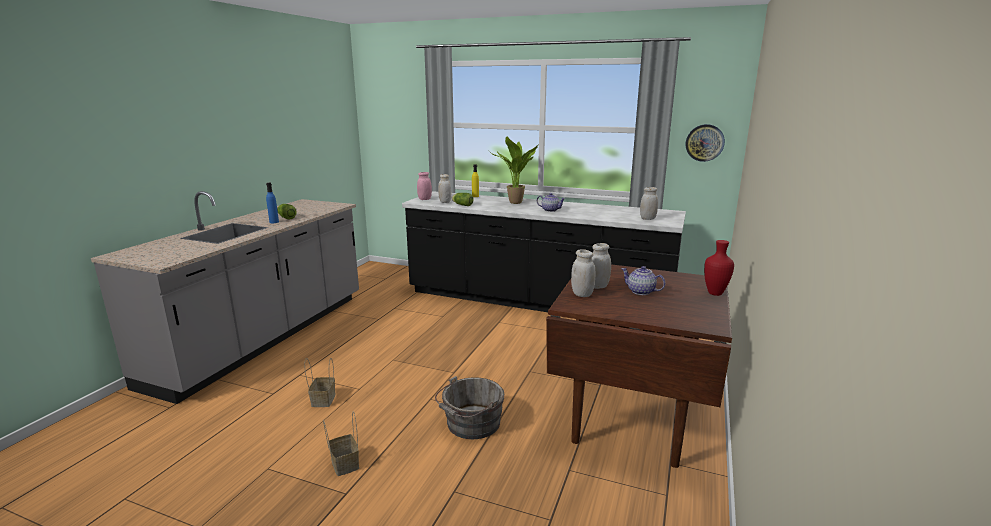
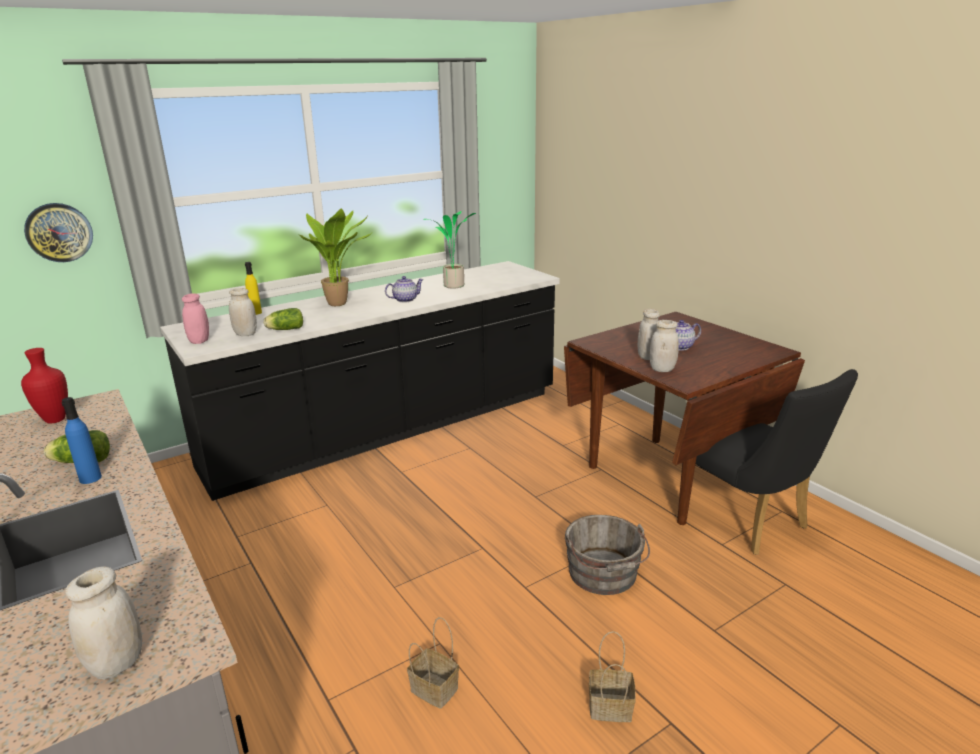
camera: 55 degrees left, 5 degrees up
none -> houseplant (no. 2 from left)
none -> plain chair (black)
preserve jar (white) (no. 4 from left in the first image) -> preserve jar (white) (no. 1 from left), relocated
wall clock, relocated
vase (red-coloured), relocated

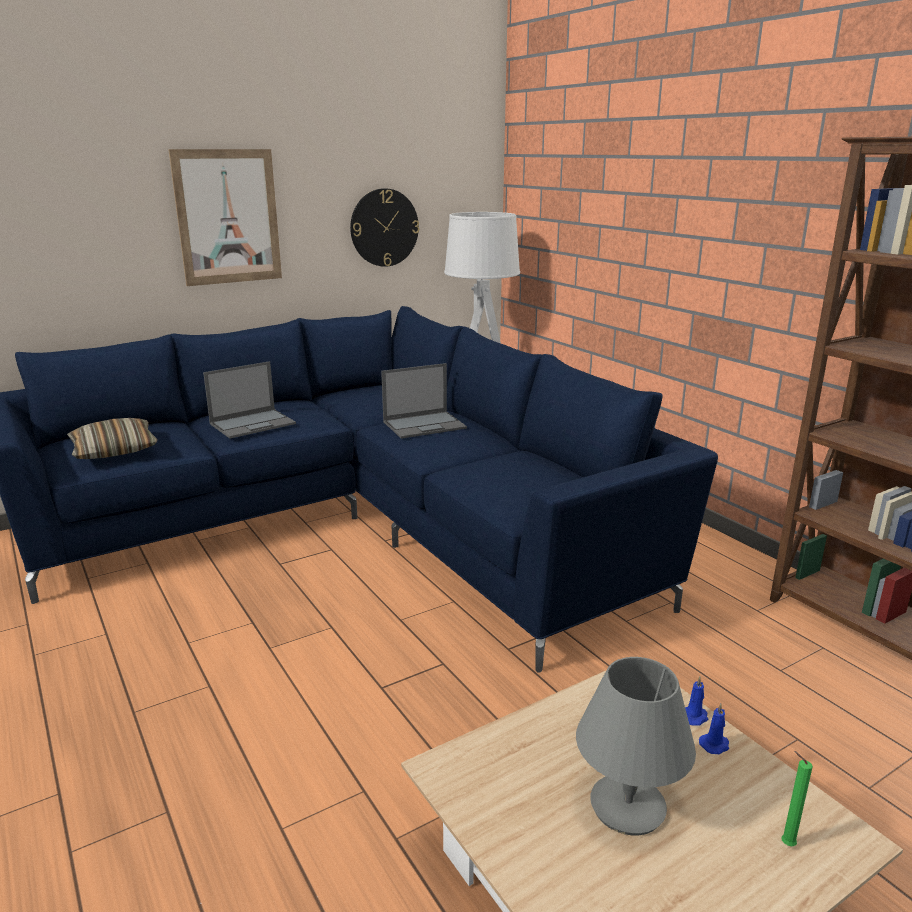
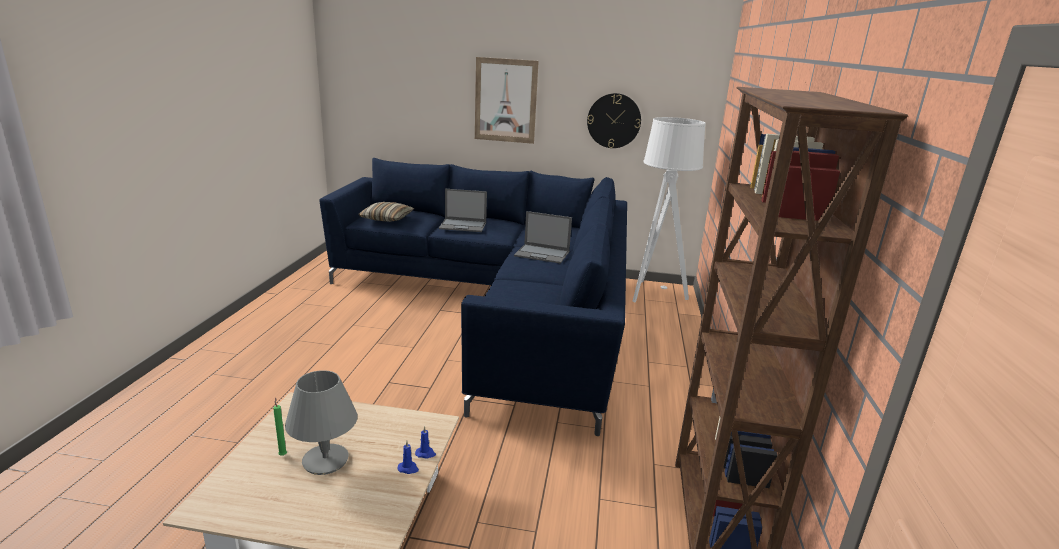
camera: 40 degrees right, 0 degrees up
candle (greenish), relocated

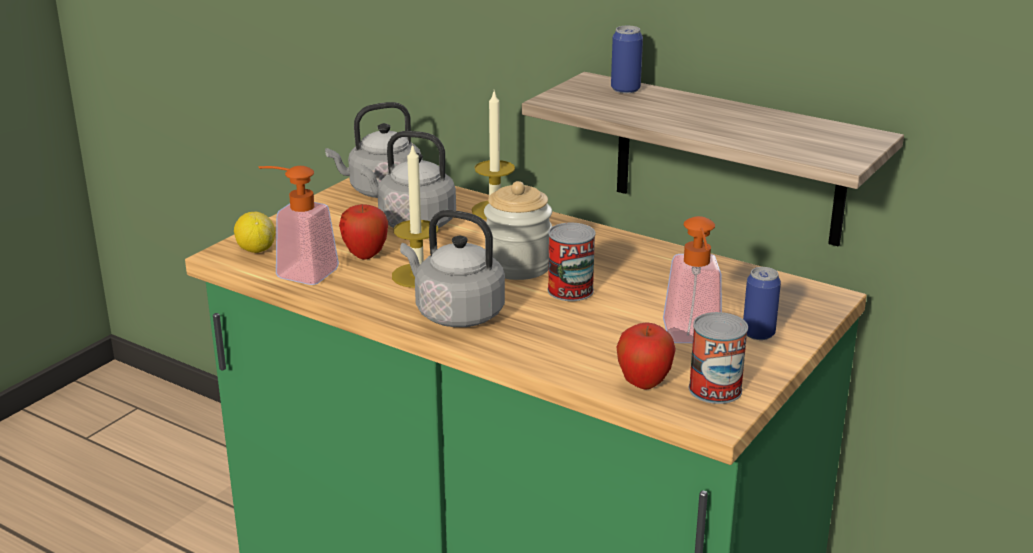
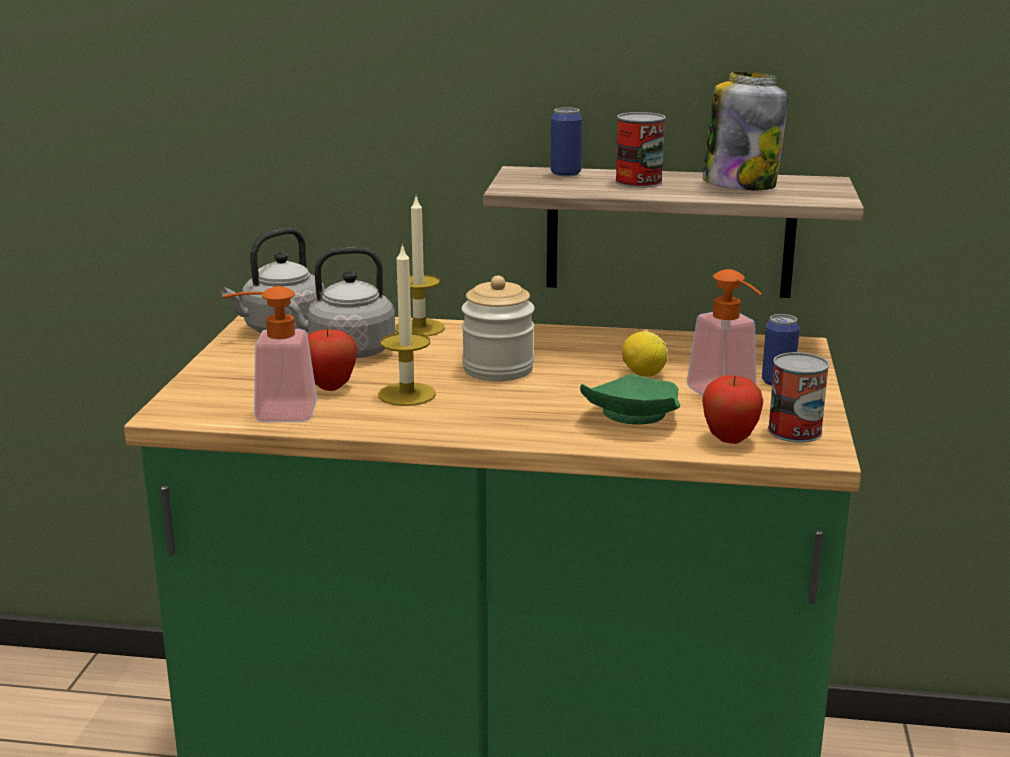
camera: 25 degrees left, 5 degrees down
tea kettle (gray) (no. 3 from left) -> none
none -> plate (greenish)
none -> preserve jar (no. 2 from left)
lemon, relocated
can (no. 1 from left in the first image) -> can (no. 2 from left), relocated

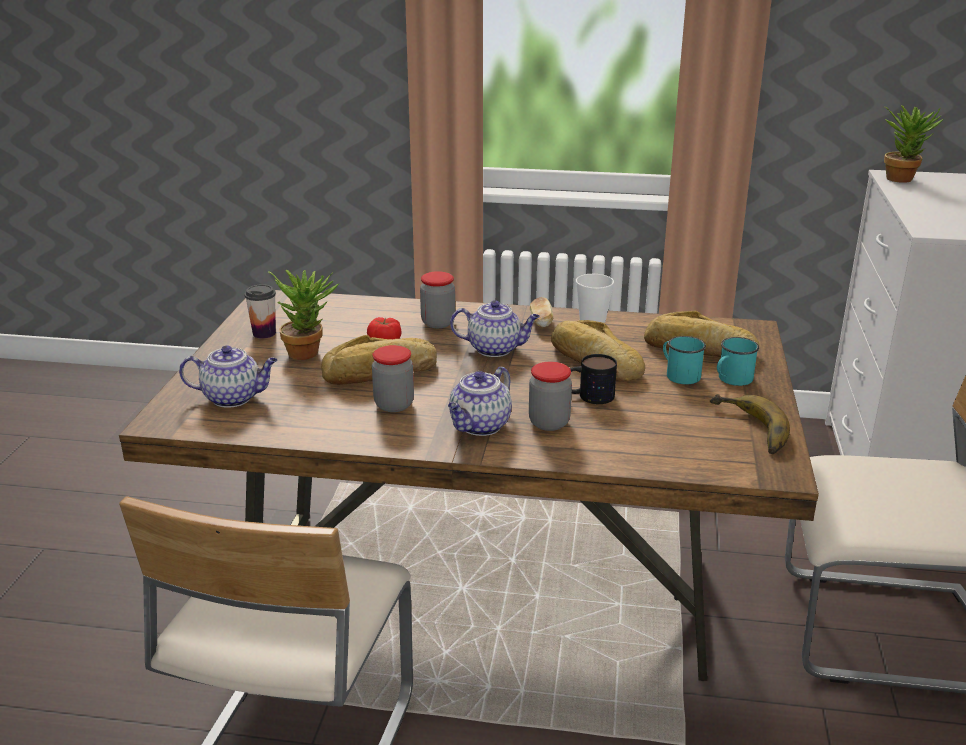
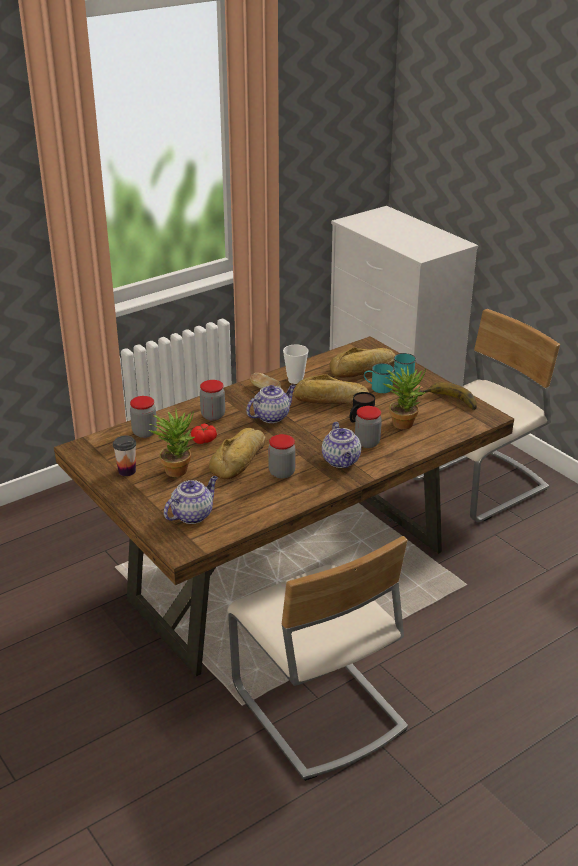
camera: 45 degrees left, 5 degrees up
none -> preserve jar (no. 1 from left)
houseplant (no. 2 from left), relocated

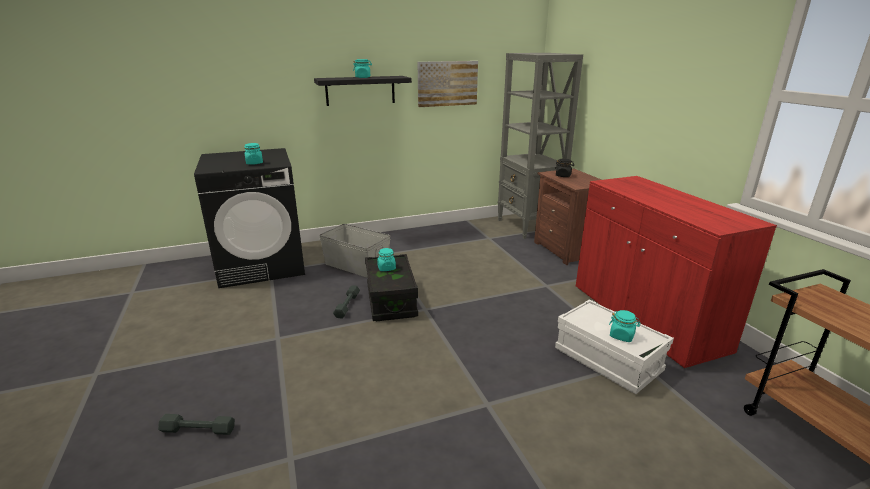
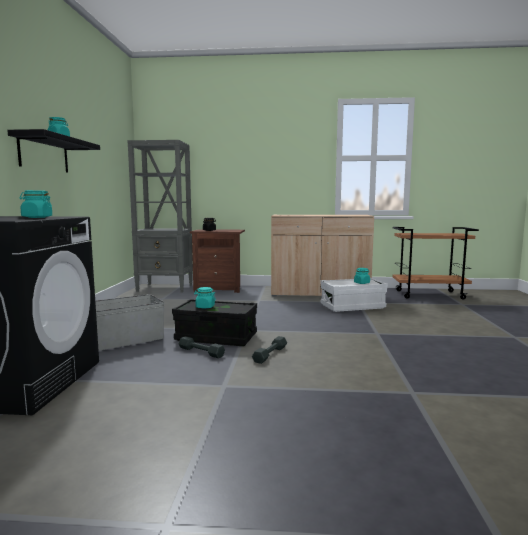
camera: 65 degrees left, 15 degrees down
wall picture -> none
dumbbell (gray) (no. 1 from left in the first image) -> dumbbell (gray) (no. 2 from left), relocated
cupboard (red-coloured) -> cupboard (beige-coloured)

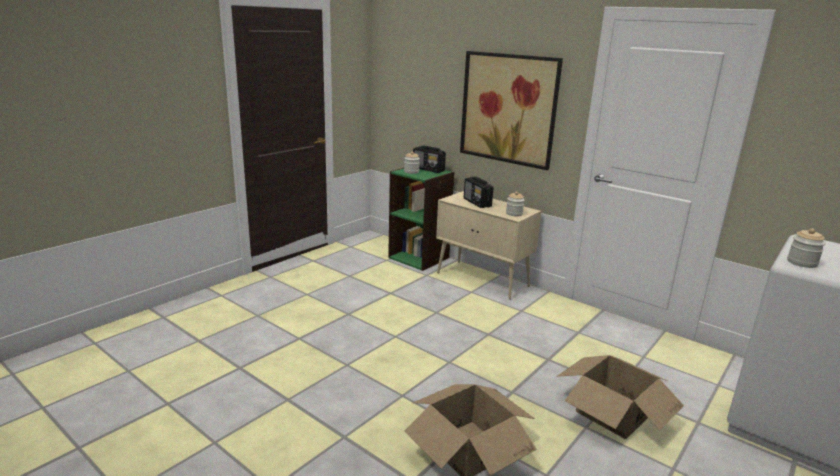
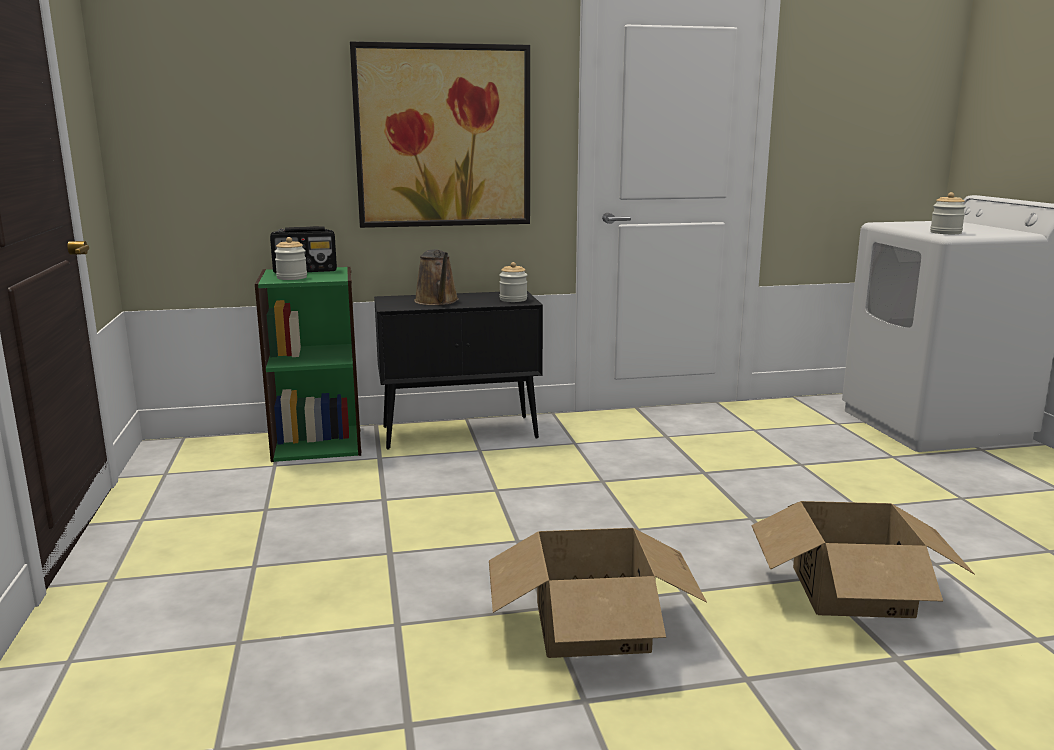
camera: 50 degrees left, 5 degrees down
cardboard box (no. 2 from left in the first image) -> cardboard box (no. 1 from left), relocated
radio receiver (no. 2 from left) -> watering pot (brown)
cupboard (beige-coloured) -> cupboard (black)

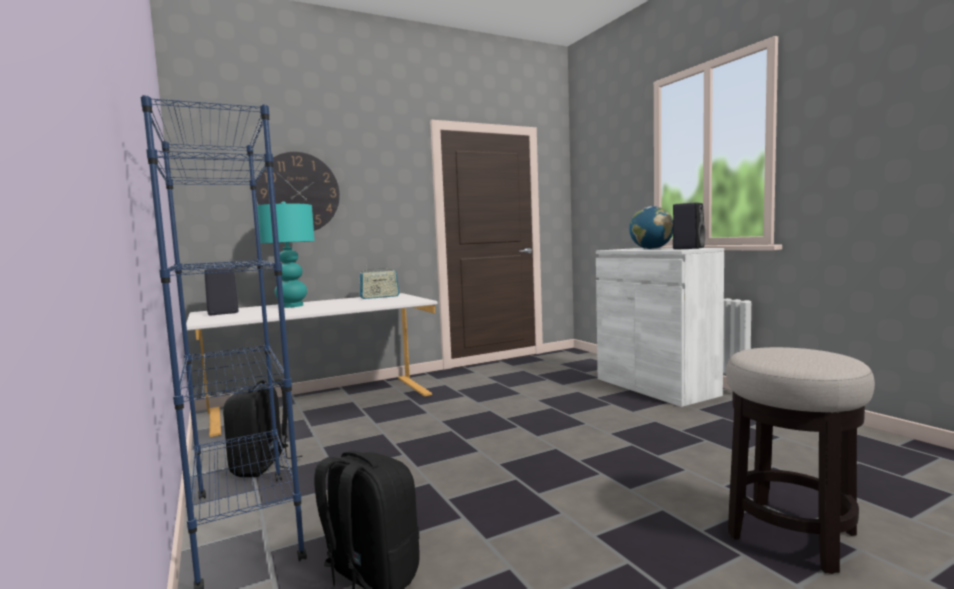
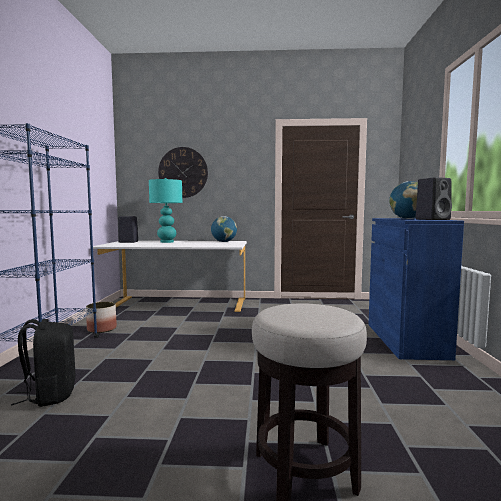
camera: 30 degrees right, 0 degrees up
backpack (black) (no. 1 from left) -> planter
radio receiver -> globe (no. 1 from left)
cupboard (white) -> cupboard (blue-coloured)

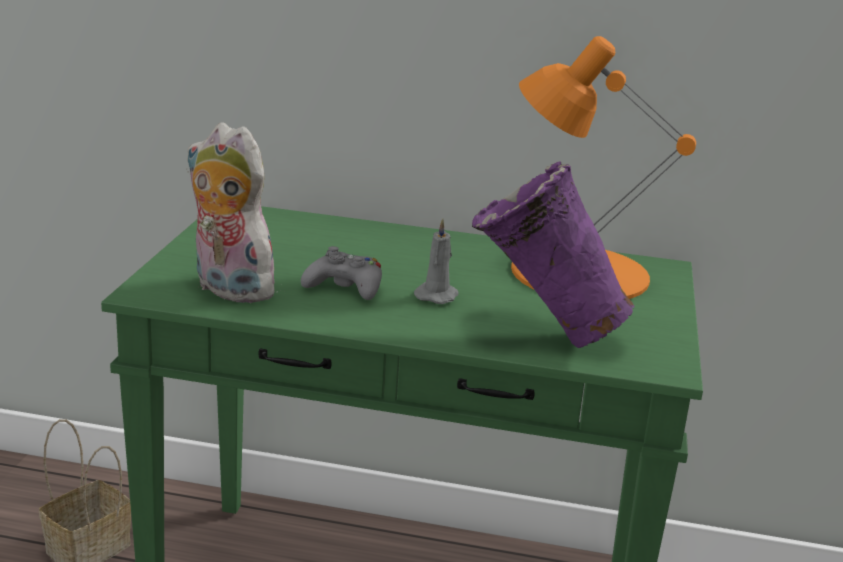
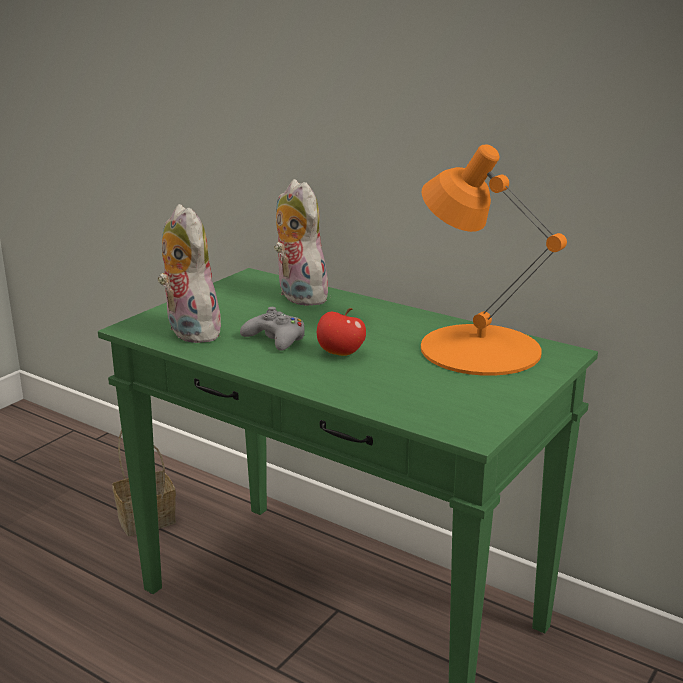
camera: 25 degrees right, 0 degrees up
vase (purplish) -> none
none -> soft toy (no. 2 from left)
candle (gray) -> whole apple

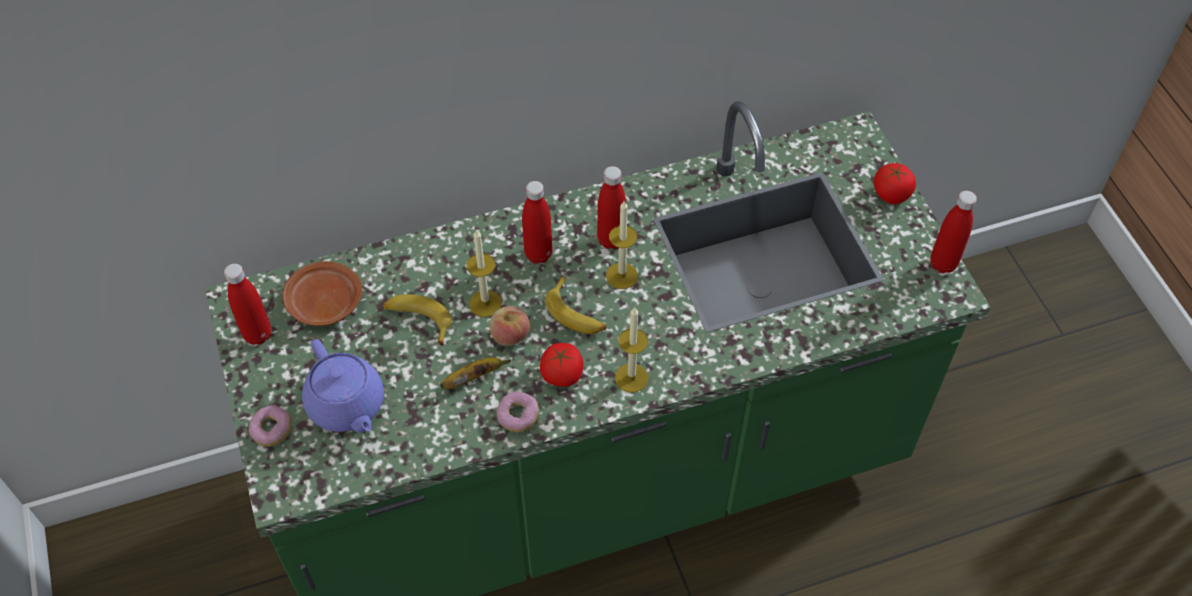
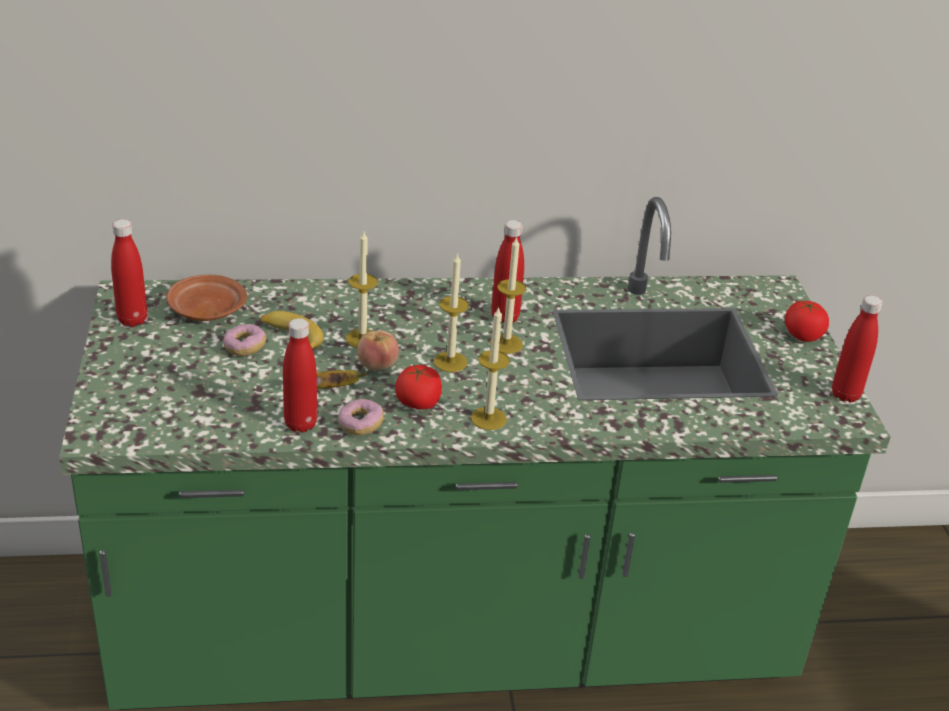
camera: 10 degrees right, 20 degrees down
tea pot (purplish) -> none
donut (no. 1 from left), relocated
drink bottle (red-coloured) (no. 2 from left), relocated
whole banana (no. 3 from left) -> candle (no. 2 from left)

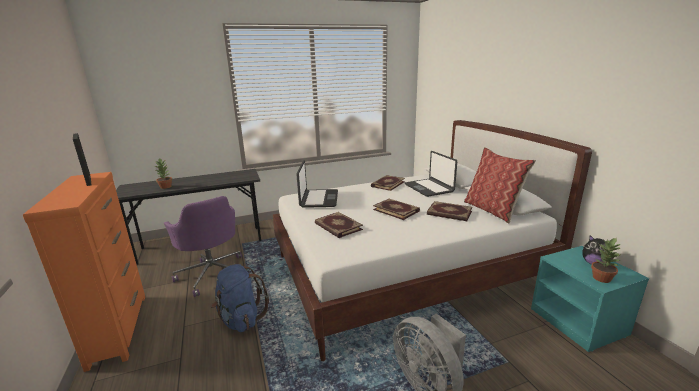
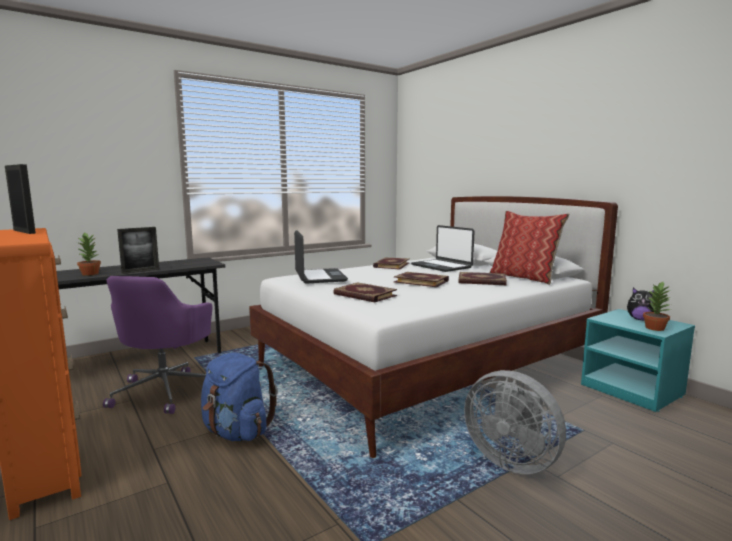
camera: 15 degrees left, 10 degrees down
none -> standing frame (no. 2 from left)
desk chair (purplish), 60 degrees clockwise

